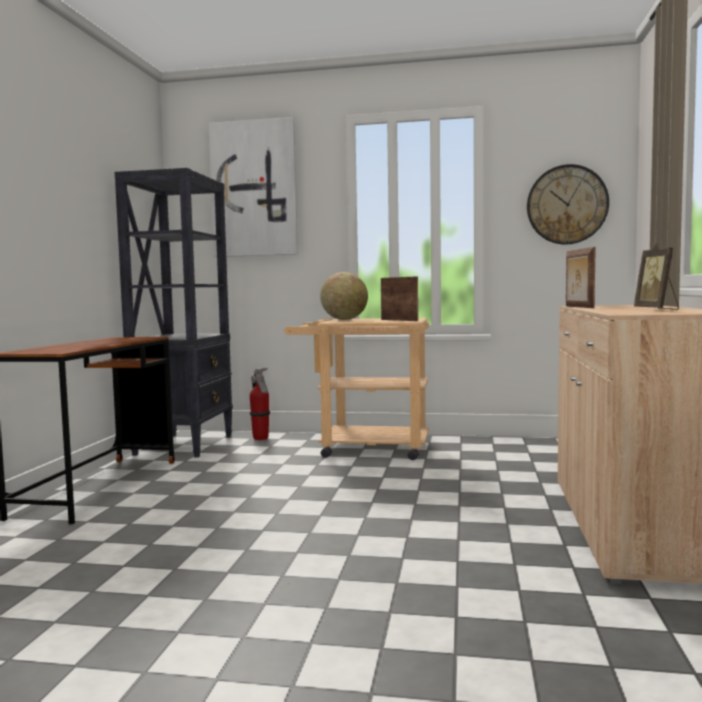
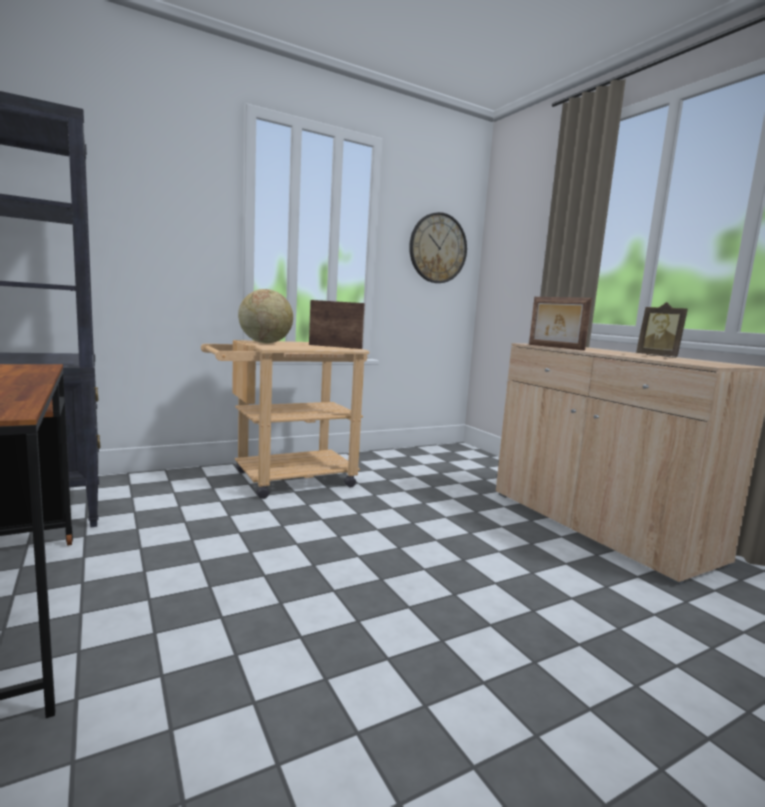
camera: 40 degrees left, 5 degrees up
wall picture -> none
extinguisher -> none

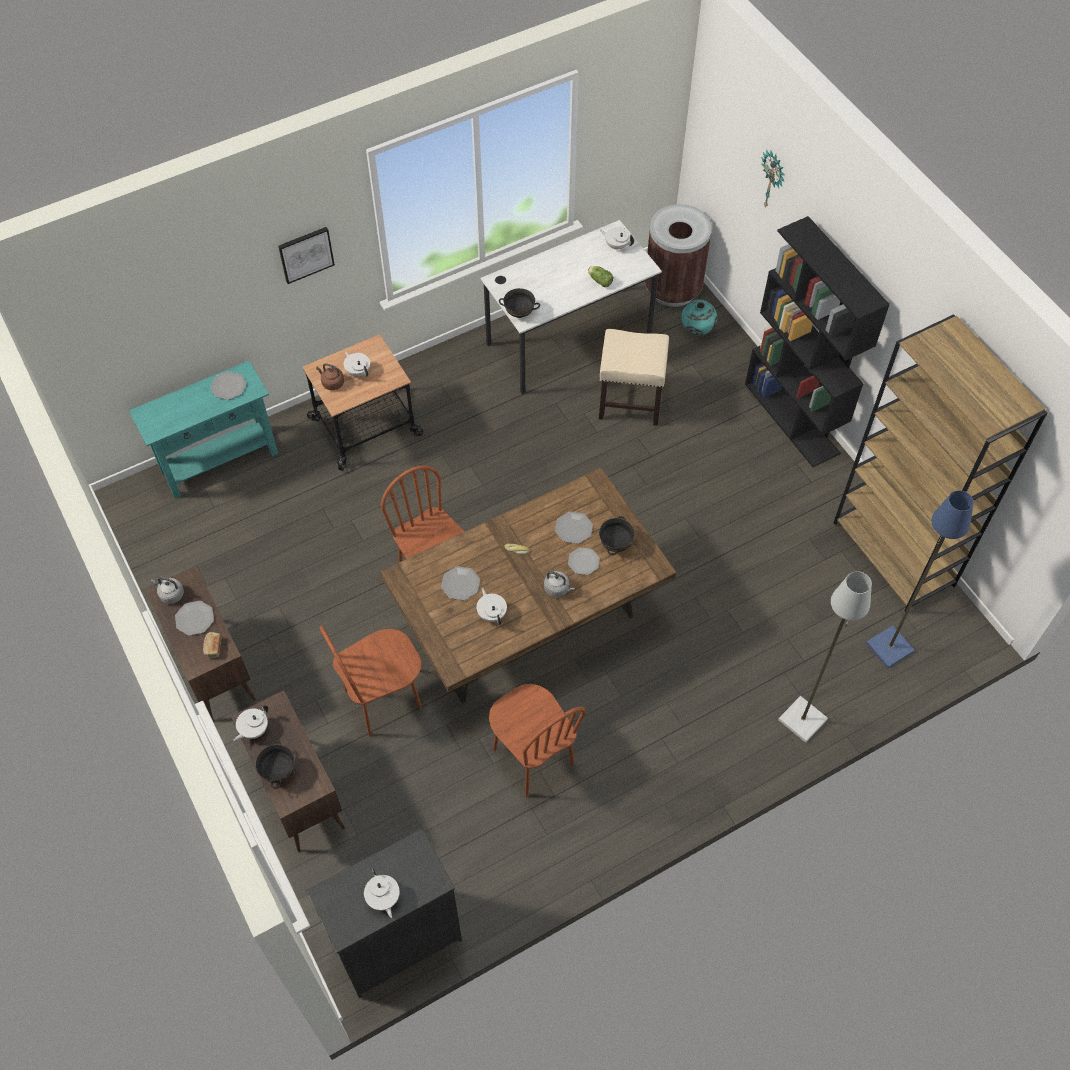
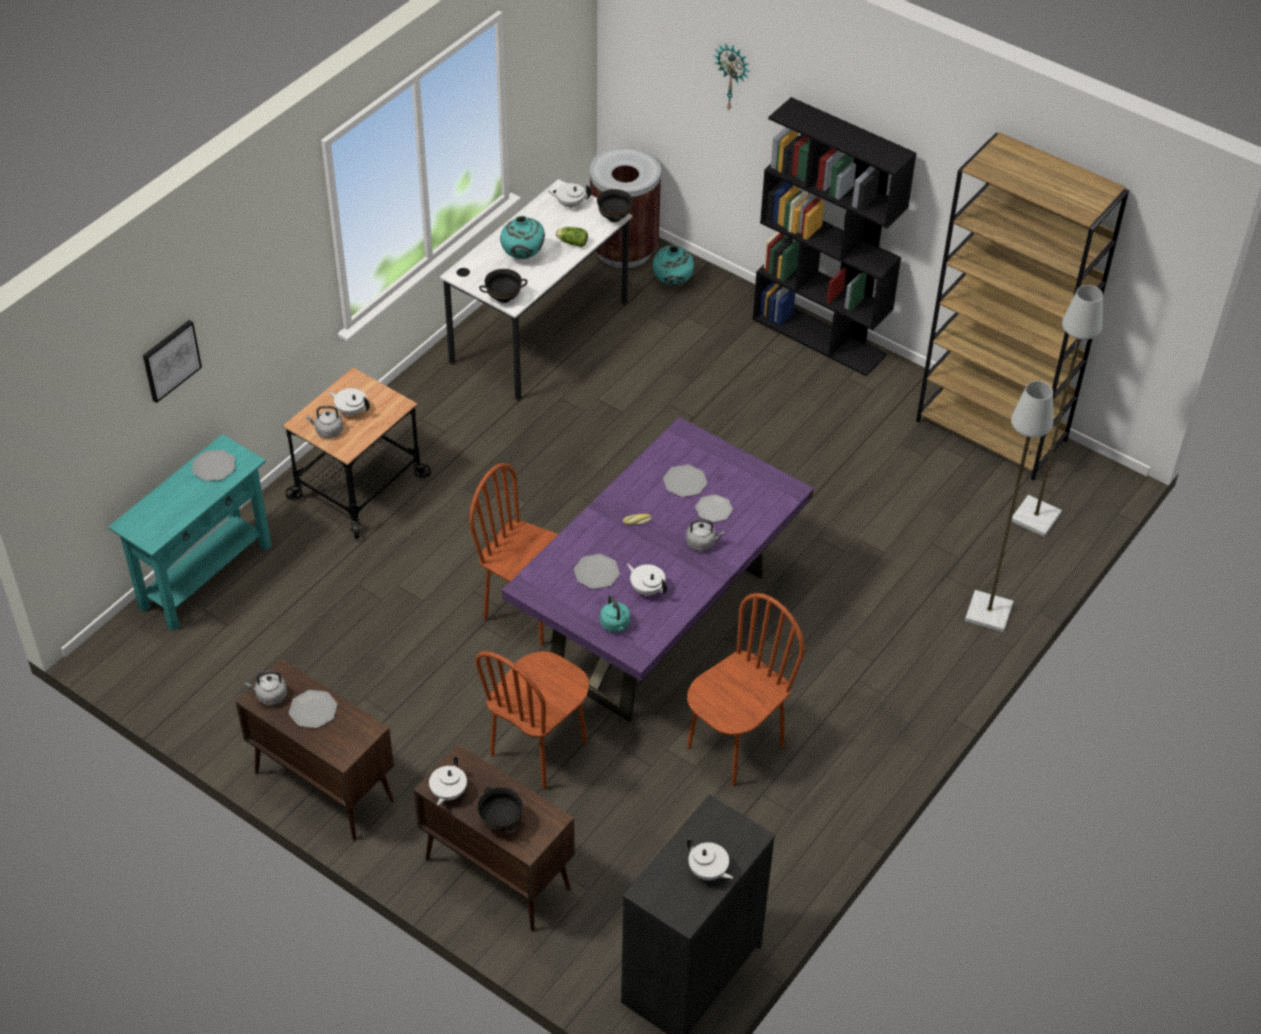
camera: 25 degrees left, 10 degrees down
baked bread (no. 1 from left) -> none
stool (beige-coloured) -> none
none -> vase (turquoise-coloured) (no. 1 from left)
none -> tea kettle (turquoise-coloured)
wall picture, relocated
serving bowl (black) (no. 3 from left), relocated
tea kettle (brown) -> tea kettle (gray) (no. 2 from left)
dining table (brown) -> dining table (purplish)
floor lamp (blue-coloured) -> floor lamp (gray) (no. 2 from left)
plain chair (brown) (no. 3 from left), 75 degrees counterclockwise

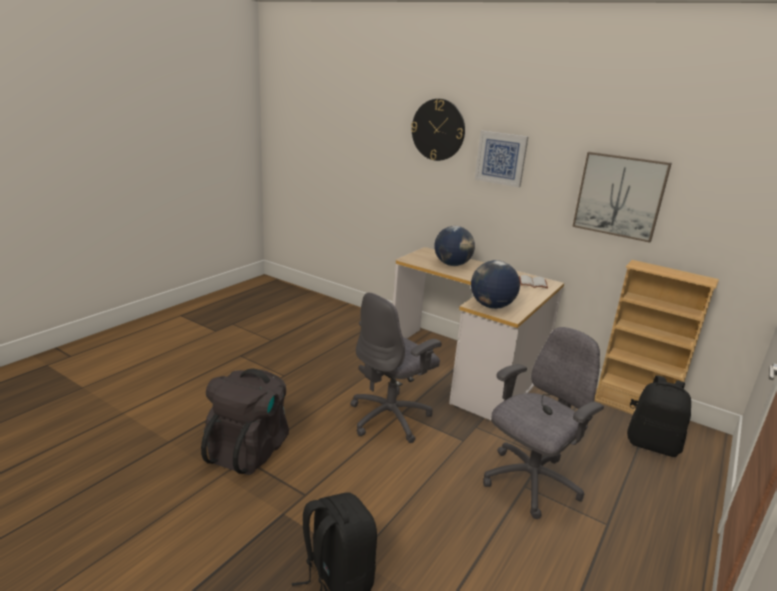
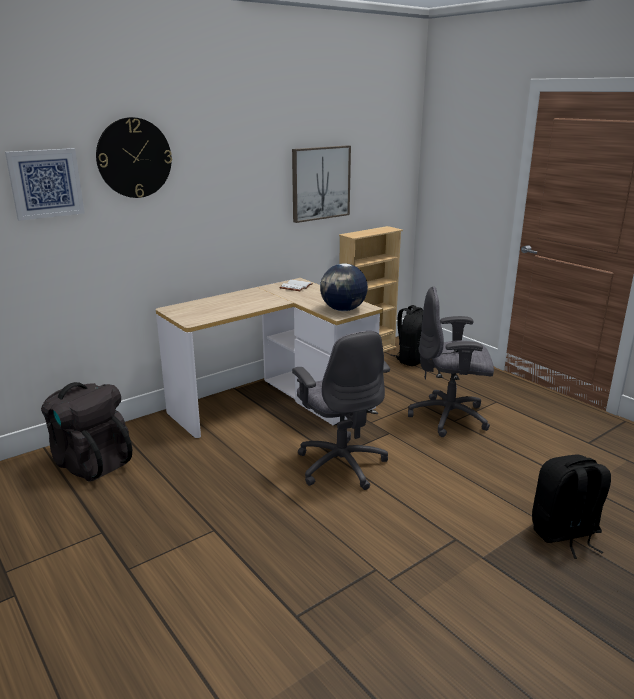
camera: 70 degrees left, 0 degrees up
globe (no. 1 from left) -> none
backpack (black) (no. 1 from left), relocated
wall picture (no. 1 from left), relocated
desk chair (gray) (no. 2 from left), 60 degrees counterclockwise

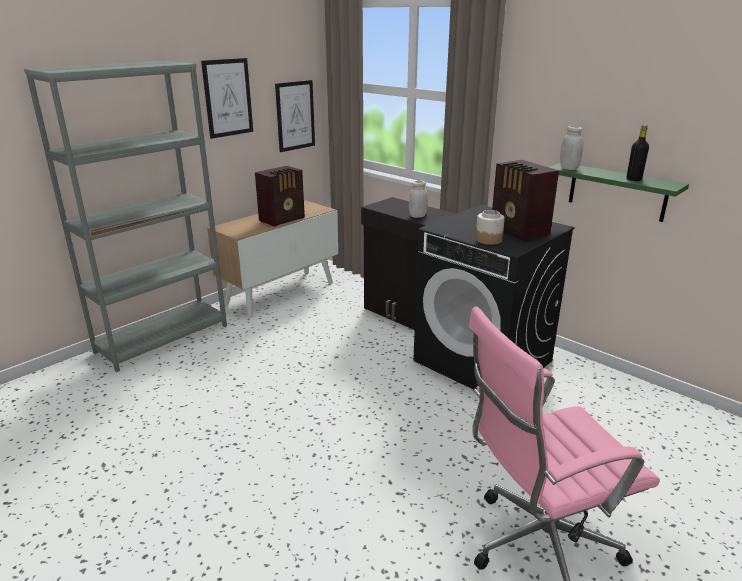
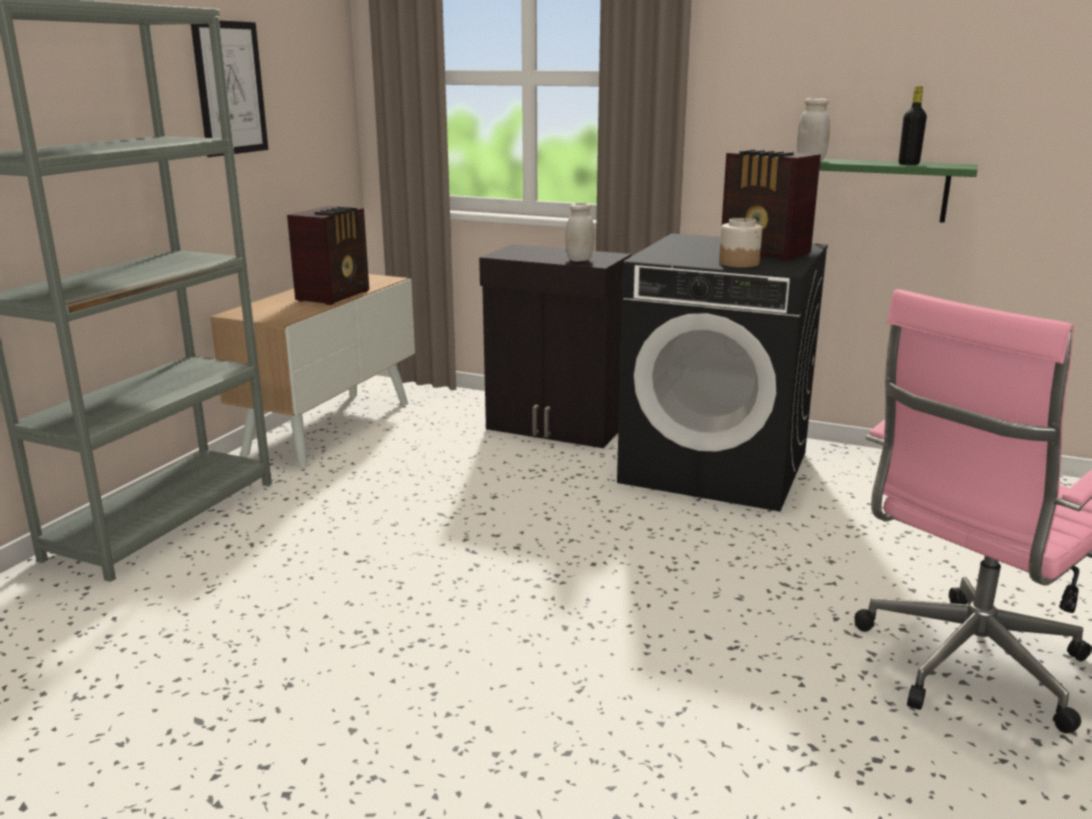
camera: 20 degrees left, 5 degrees down
wall picture (no. 2 from left) -> none

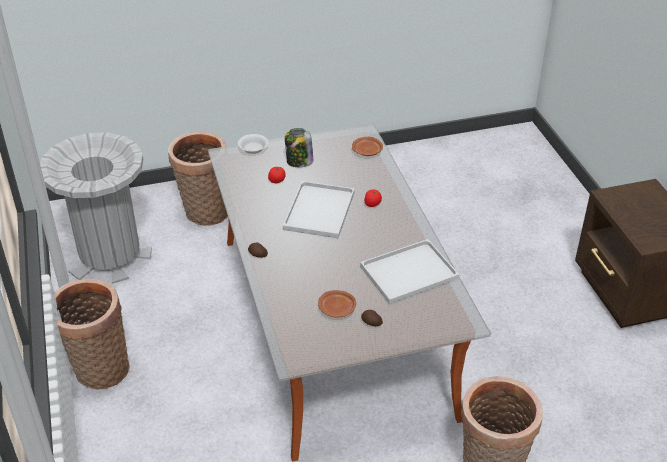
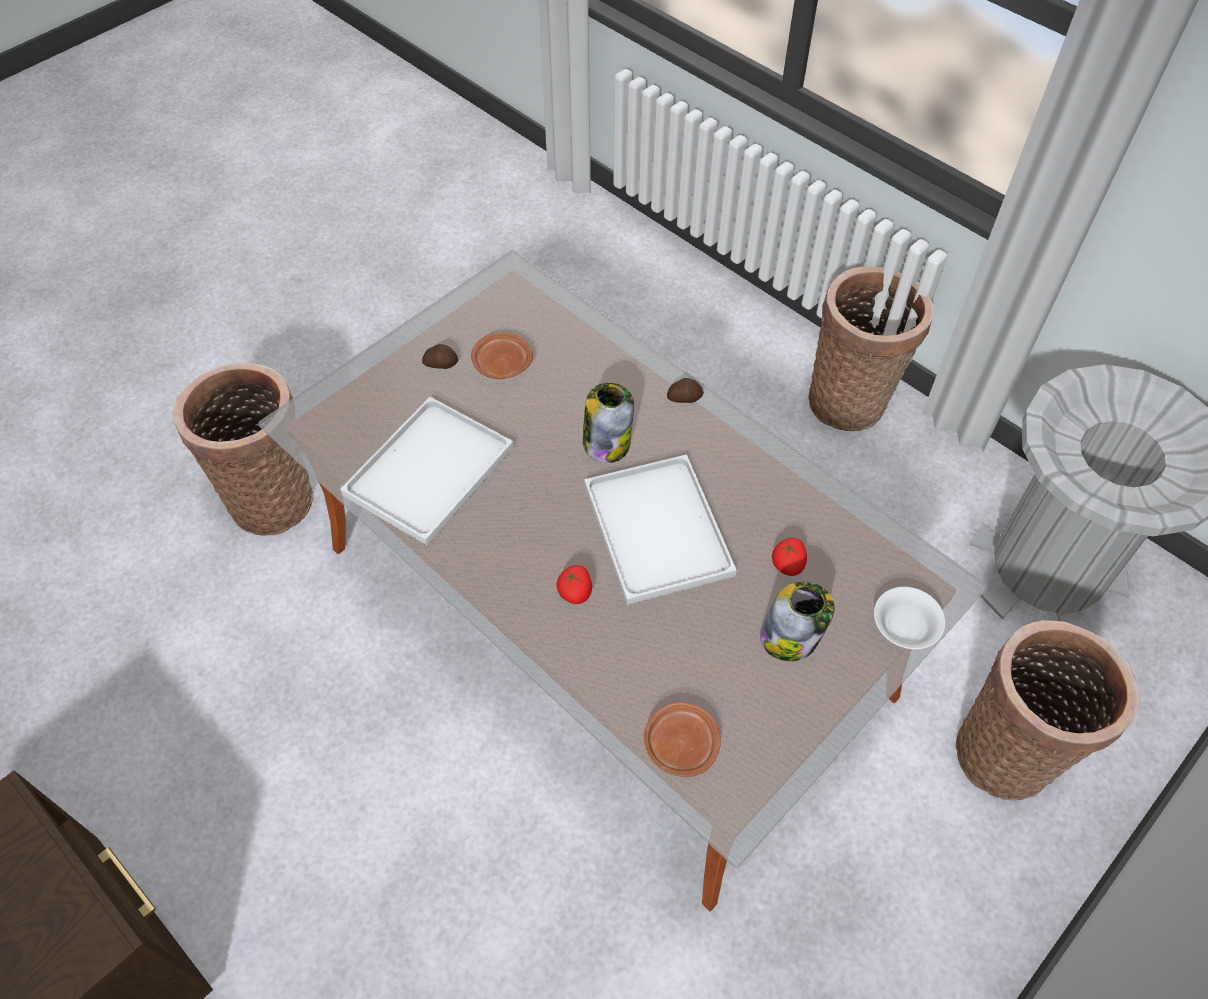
camera: 150 degrees right, 15 degrees up
none -> preserve jar (no. 1 from left)

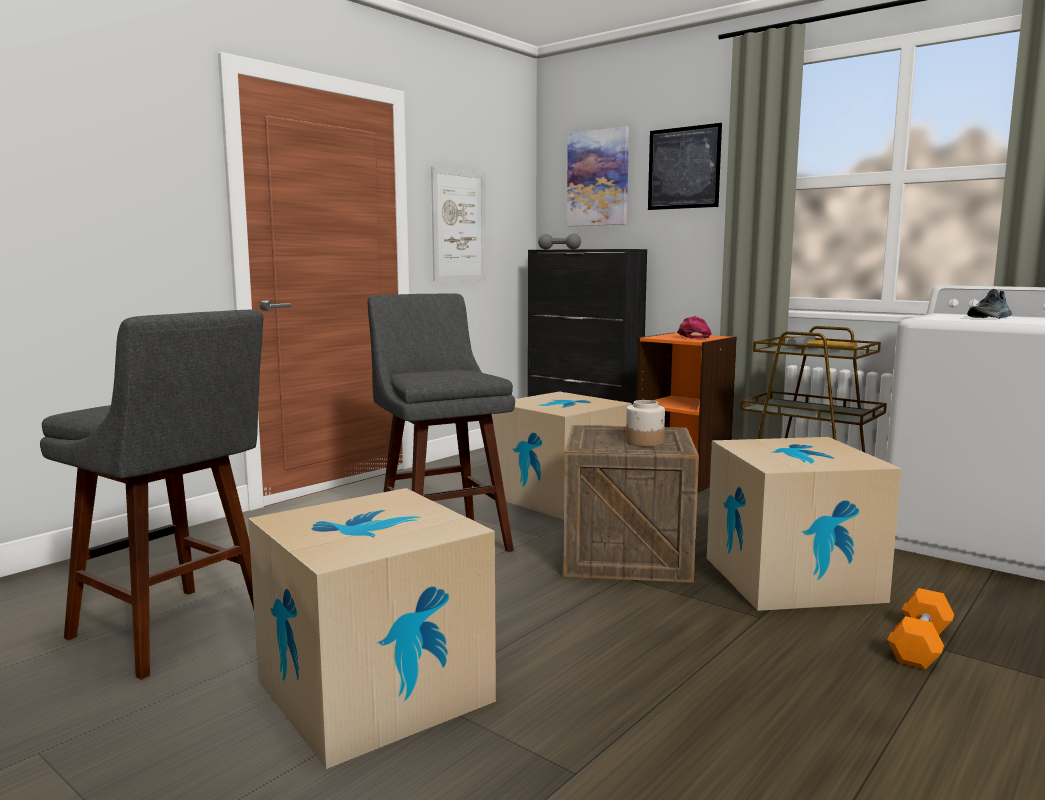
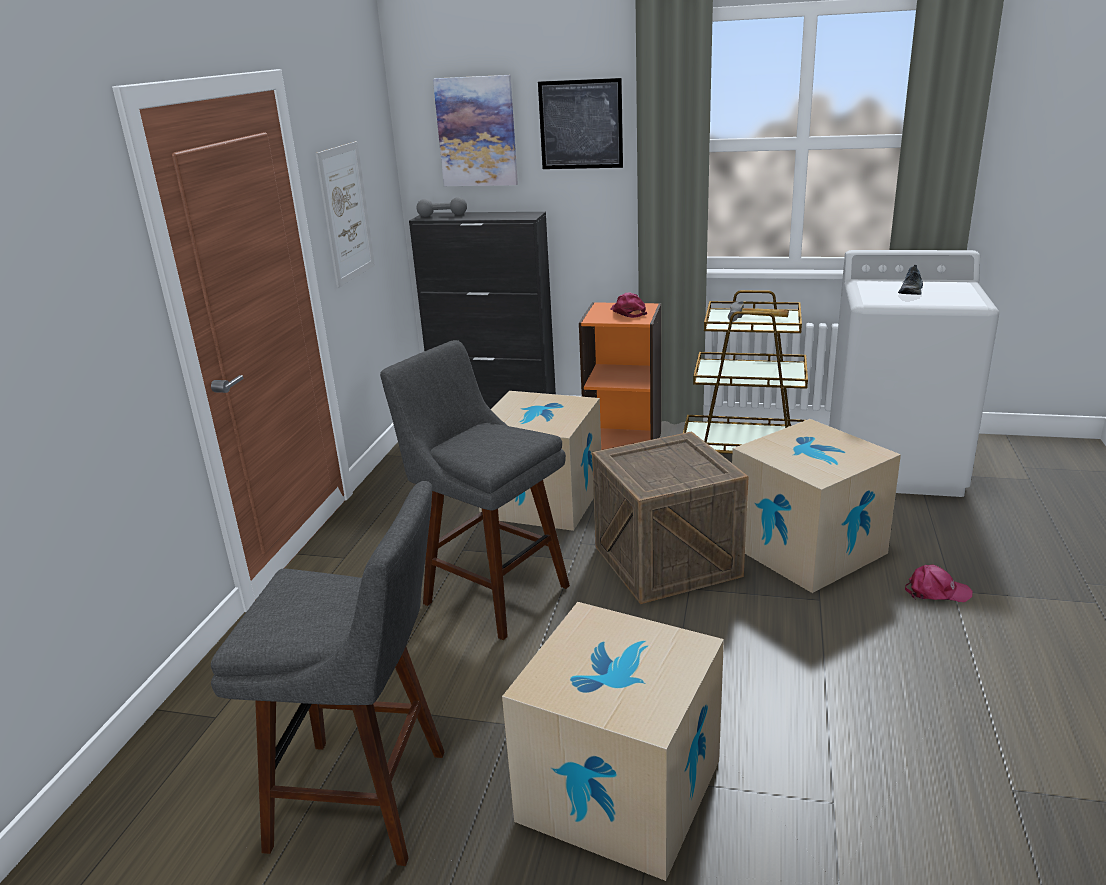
camera: 25 degrees left, 15 degrees up
preserve jar -> none
dumbbell (orangey) -> cap (pink-coloured) (no. 2 from left)

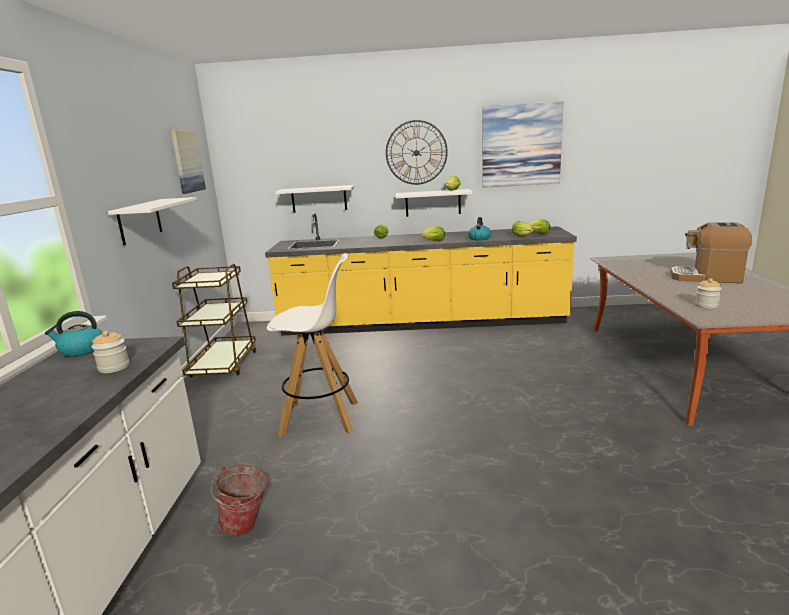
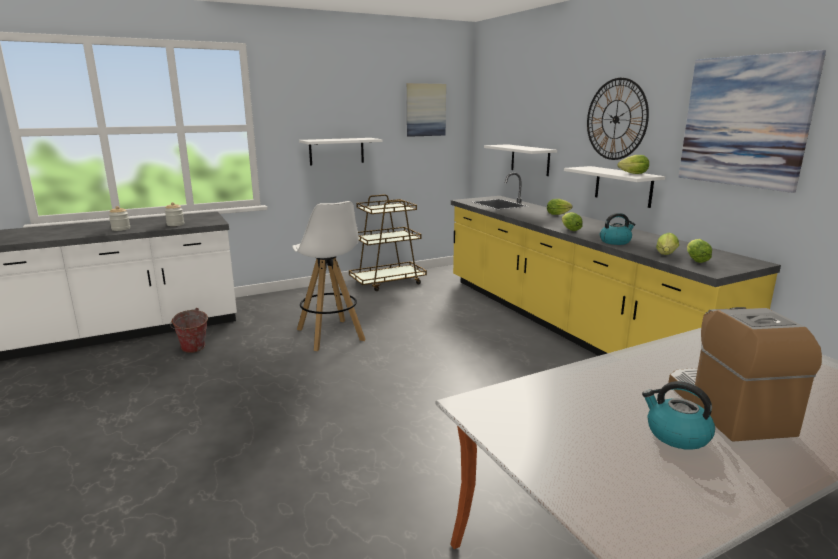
camera: 60 degrees right, 0 degrees up
tea kettle (no. 1 from left in the first image) -> tea kettle (no. 2 from left), relocated
preserve jar (no. 2 from left in the first image) -> preserve jar (no. 1 from left), relocated

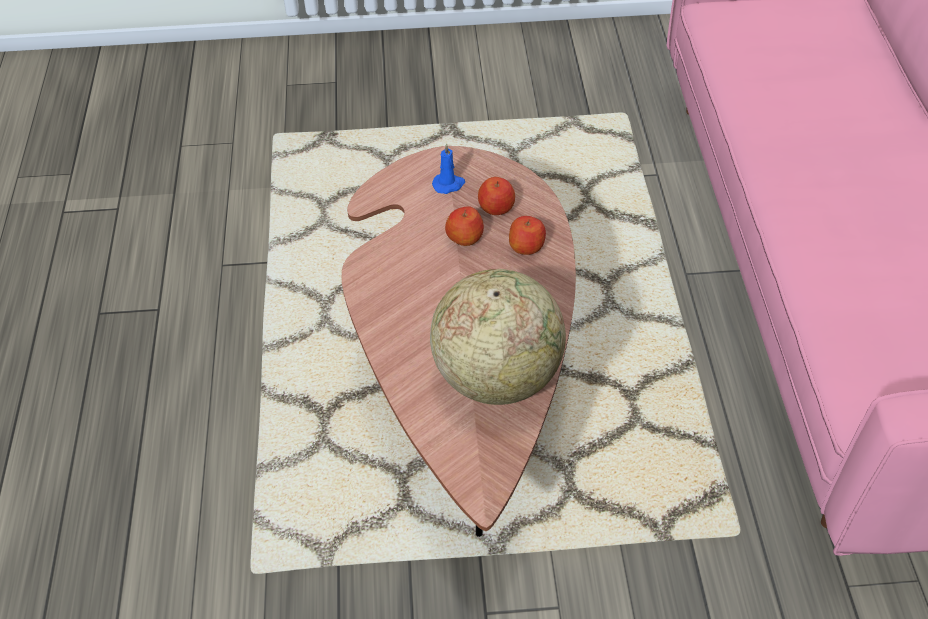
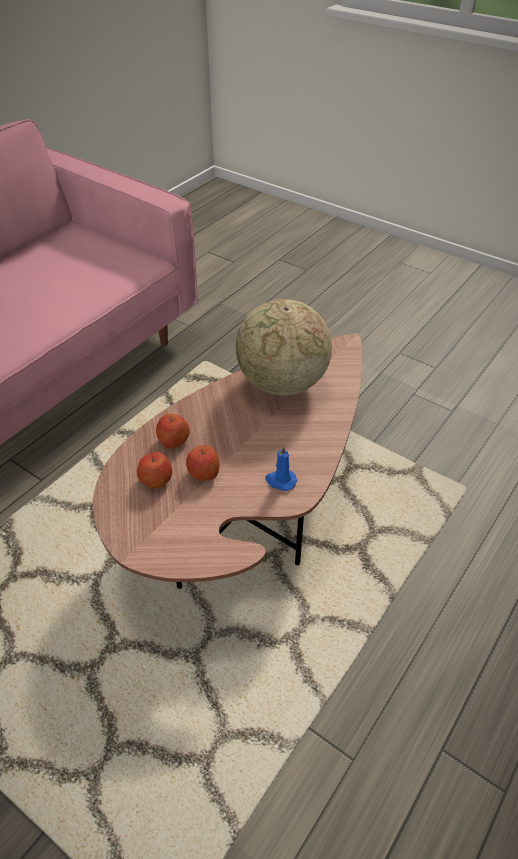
camera: 140 degrees left, 5 degrees down
candle (blue-coloured), relocated

